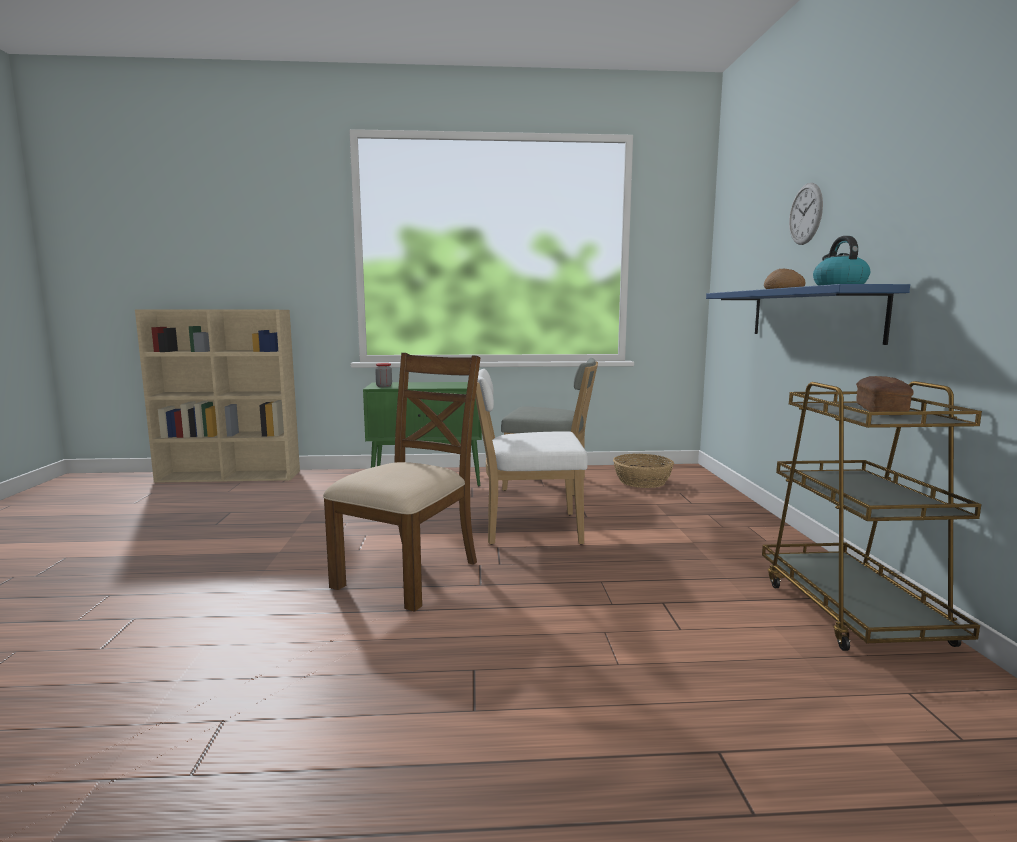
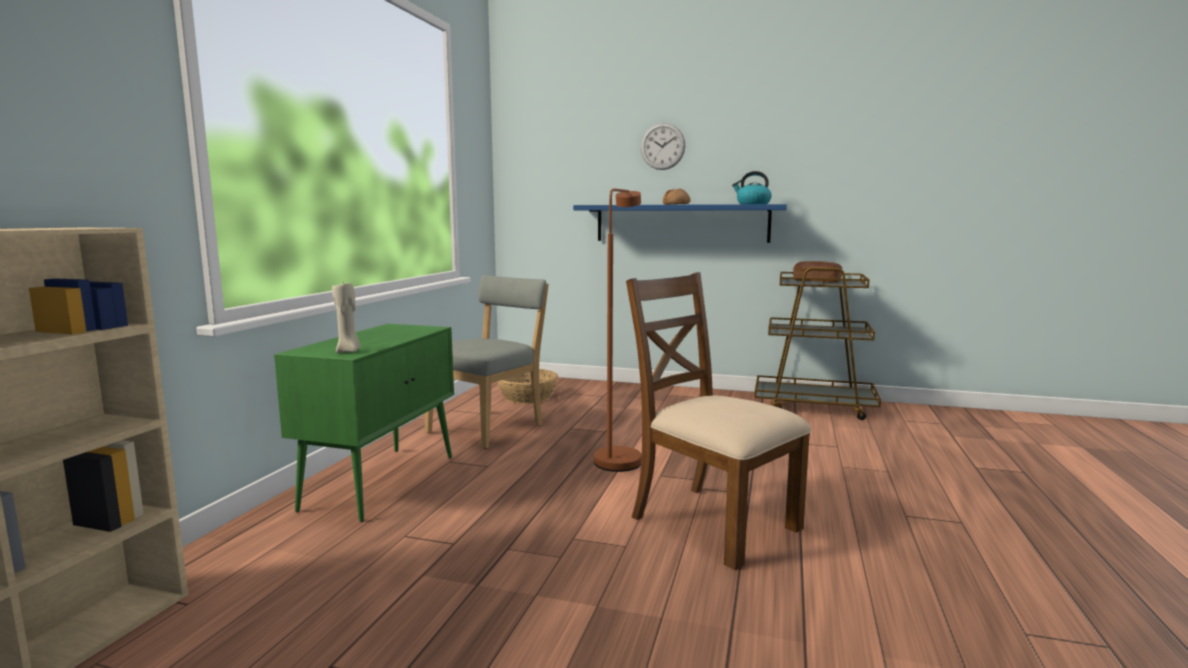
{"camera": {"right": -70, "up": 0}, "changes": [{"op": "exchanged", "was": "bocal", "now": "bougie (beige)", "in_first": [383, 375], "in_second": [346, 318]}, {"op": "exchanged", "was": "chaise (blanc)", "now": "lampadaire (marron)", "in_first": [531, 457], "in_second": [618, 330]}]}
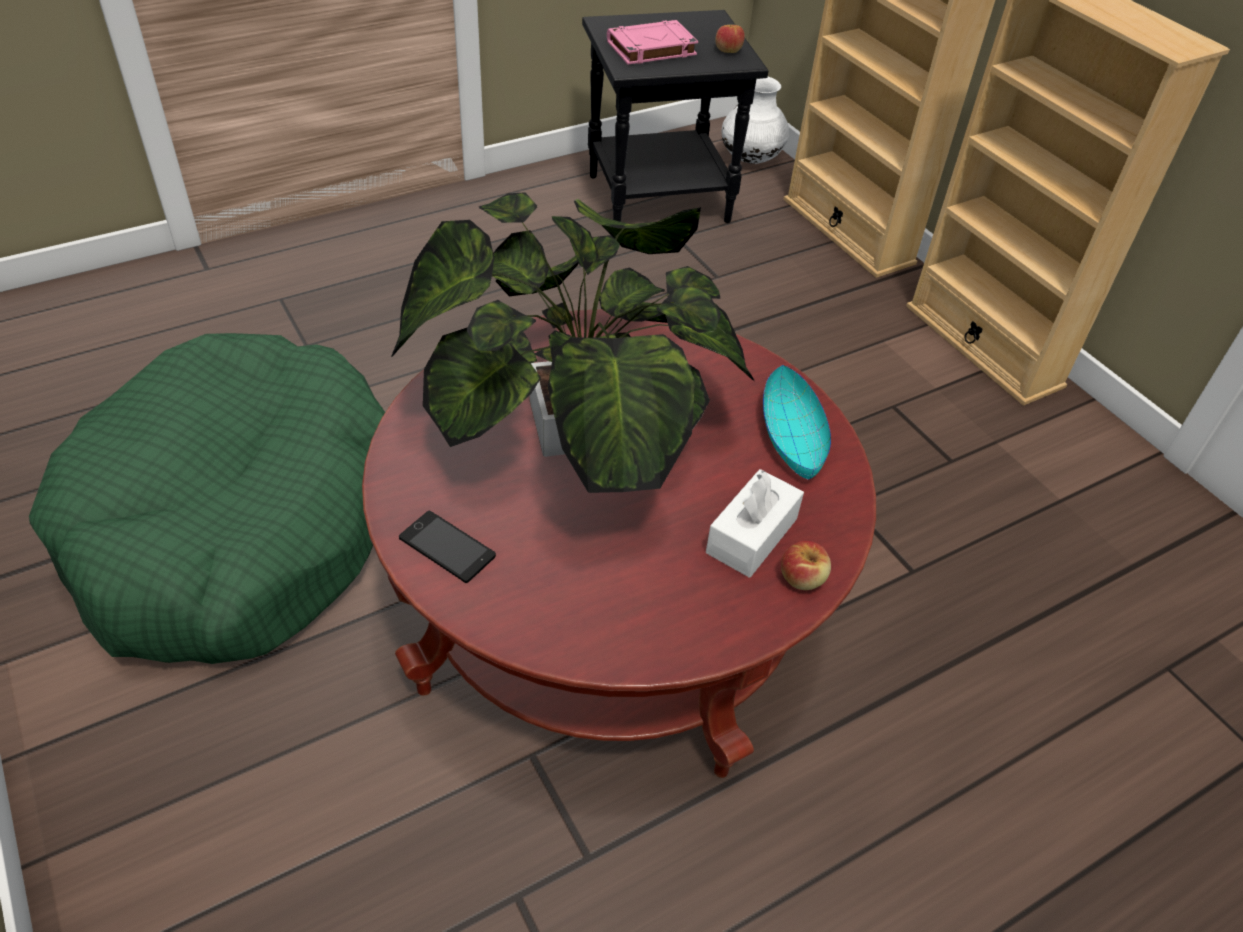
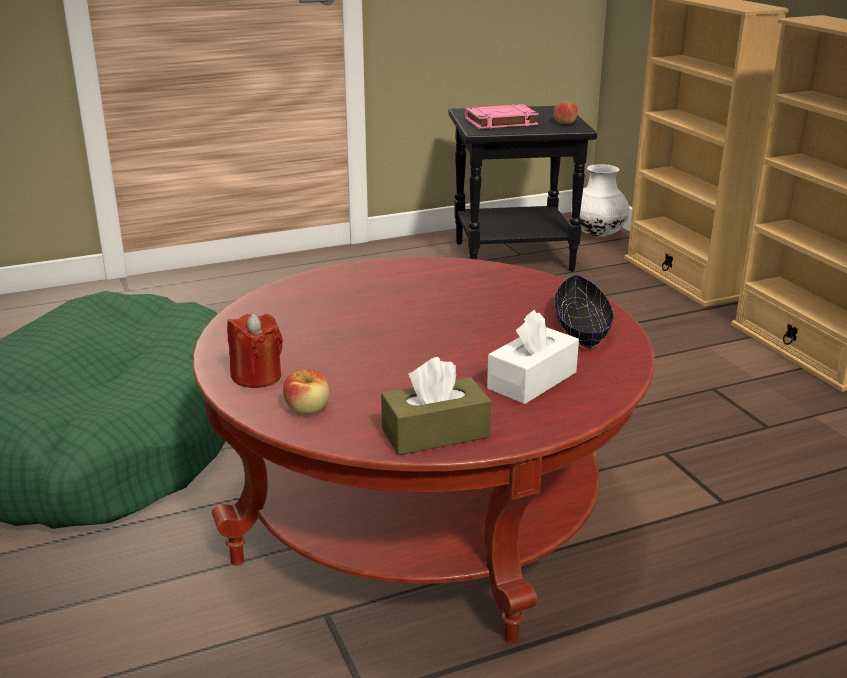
{"camera": {"right": 10, "up": -20}, "changes": [{"op": "missing", "was": "plante en pot", "in_first": [573, 342]}, {"op": "appeared", "now": "boîte à mouchoirs (marron)", "in_second": [436, 406]}, {"op": "relocated", "was": "pomme", "in_first": [806, 565], "in_second": [306, 392]}, {"op": "exchanged", "was": "téléphone", "now": "bougie (rouge)", "in_first": [447, 547], "in_second": [255, 350]}, {"op": "colour", "was": "bol (turquoise)", "now": "bol (noir)", "in_first": [797, 422], "in_second": [584, 312]}]}
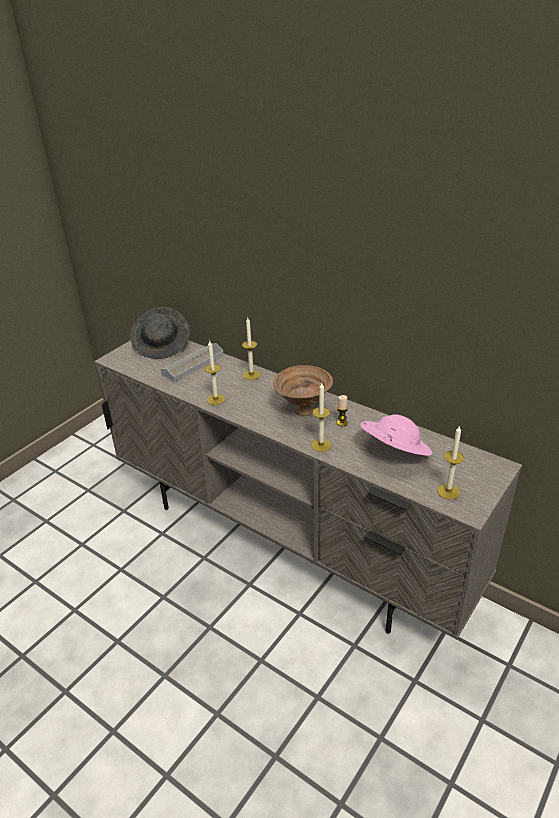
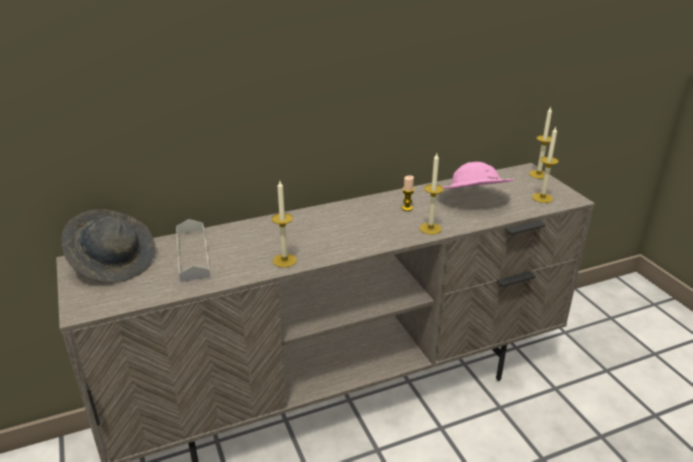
{"camera": {"right": -60, "up": -5}, "changes": [{"op": "missing", "was": "bol (marron)", "in_first": [303, 390]}, {"op": "relocated", "was": "bougie", "in_first": [251, 349], "in_second": [540, 142]}]}
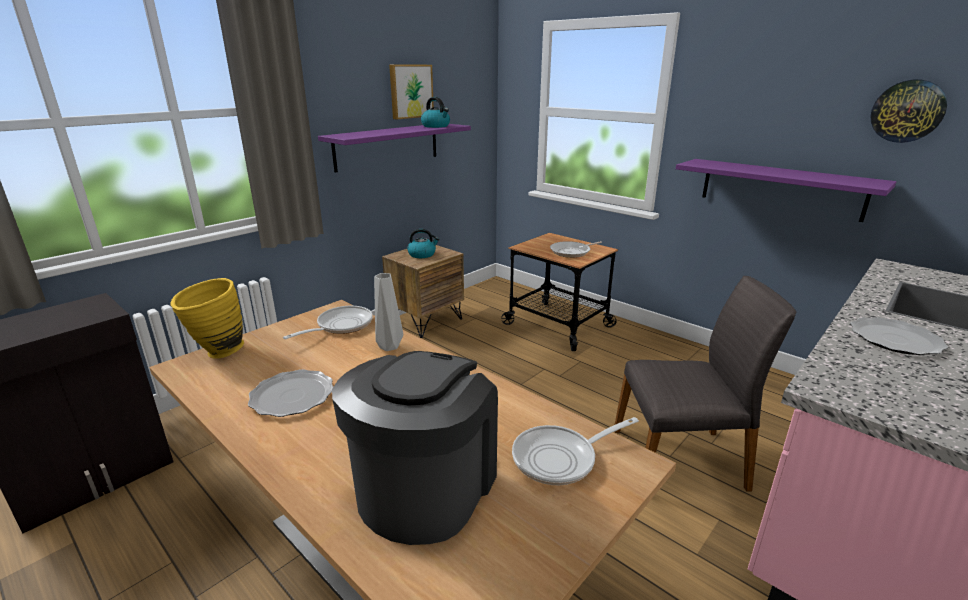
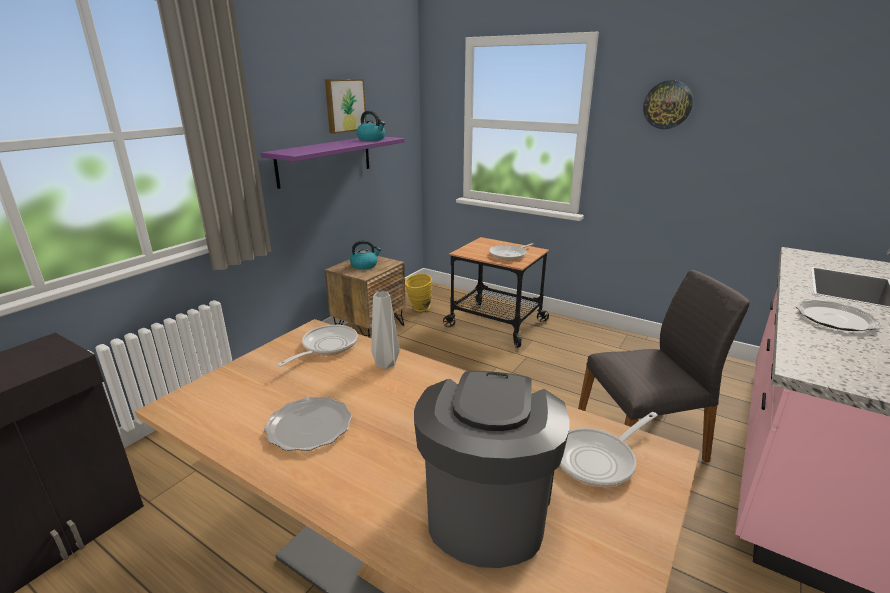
{"camera": {"right": -10, "up": 0}, "changes": [{"op": "missing", "was": "étagère (violet)", "in_first": [786, 190]}, {"op": "relocated", "was": "vase (jaune)", "in_first": [207, 318], "in_second": [418, 293]}, {"op": "relocated", "was": "horloge murale", "in_first": [908, 111], "in_second": [668, 104]}]}
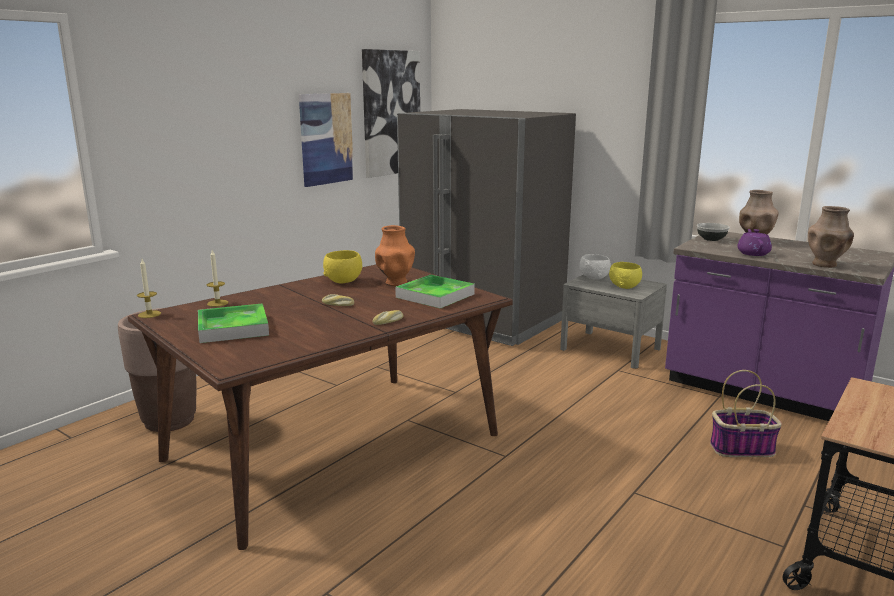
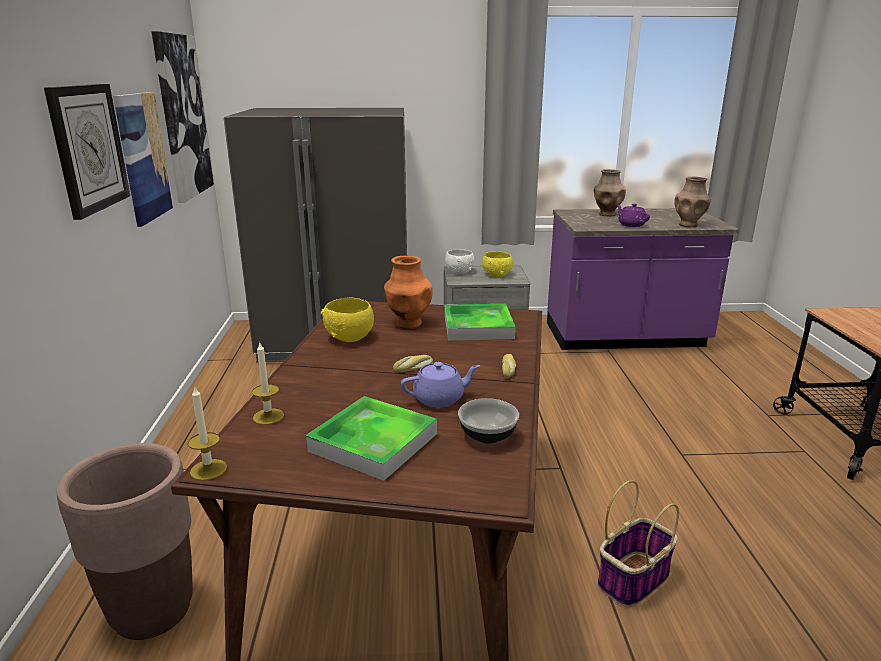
{"camera": {"right": -40, "up": 5}, "changes": [{"op": "appeared", "now": "horloge murale", "in_second": [87, 152]}, {"op": "appeared", "now": "théière (violet)", "in_second": [440, 384]}, {"op": "relocated", "was": "bol", "in_first": [713, 232], "in_second": [488, 421]}, {"op": "relocated", "was": "panier", "in_first": [746, 413], "in_second": [638, 543]}]}
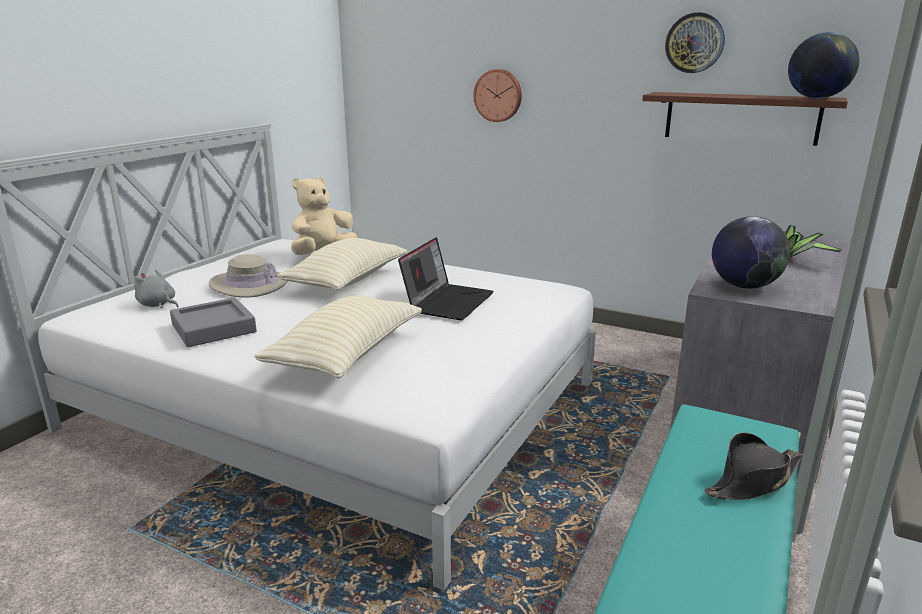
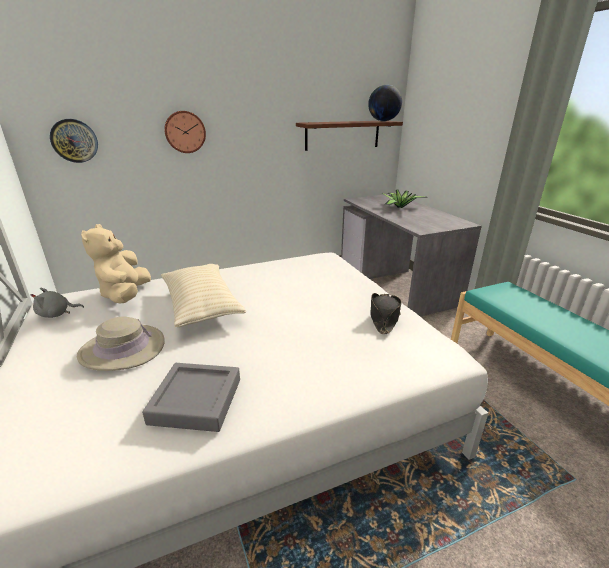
{"camera": {"right": -50, "up": 5}, "changes": [{"op": "missing", "was": "coussin (beige)", "in_first": [338, 337]}, {"op": "missing", "was": "ordinateur portable", "in_first": [446, 278]}, {"op": "missing", "was": "globe", "in_first": [751, 252]}, {"op": "relocated", "was": "peluche (gris)", "in_first": [156, 289], "in_second": [57, 303]}, {"op": "relocated", "was": "horloge murale", "in_first": [695, 42], "in_second": [74, 141]}, {"op": "relocated", "was": "chapeau (noir)", "in_first": [754, 466], "in_second": [385, 313]}]}
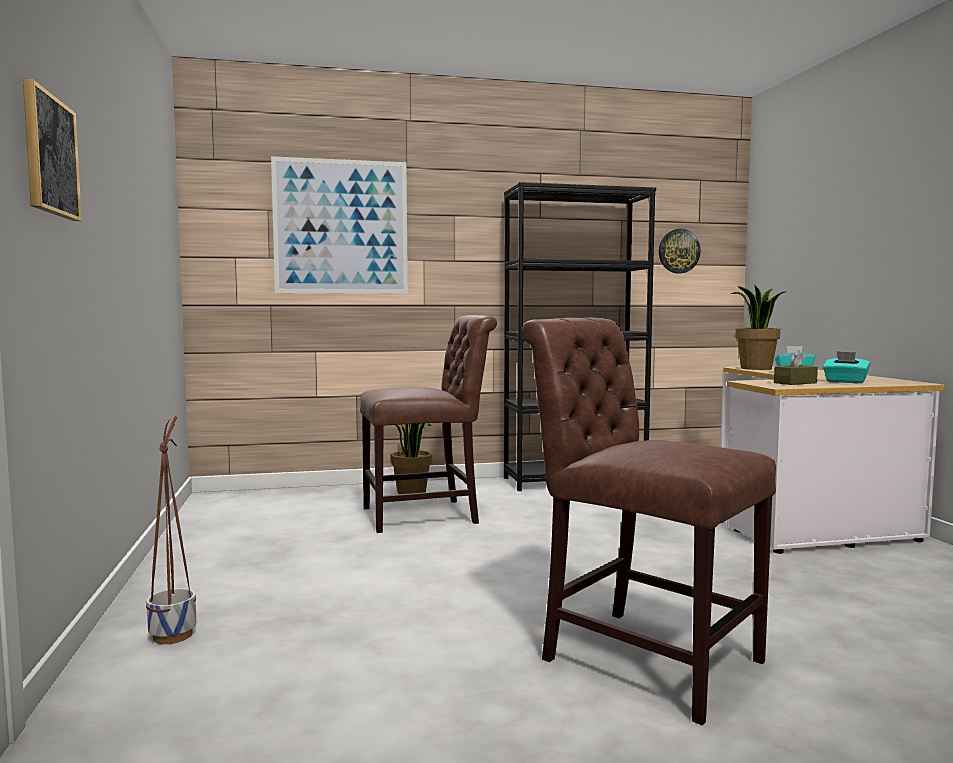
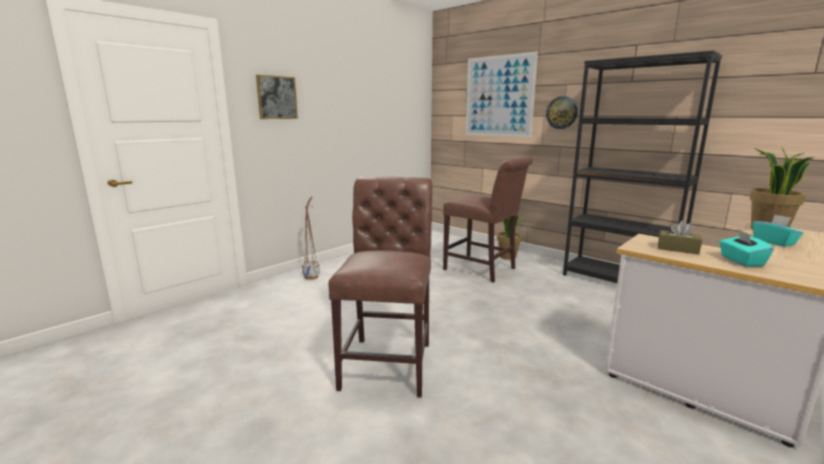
{"camera": {"right": 55, "up": 10}, "changes": [{"op": "relocated", "was": "horloge murale", "in_first": [680, 251], "in_second": [562, 112]}]}
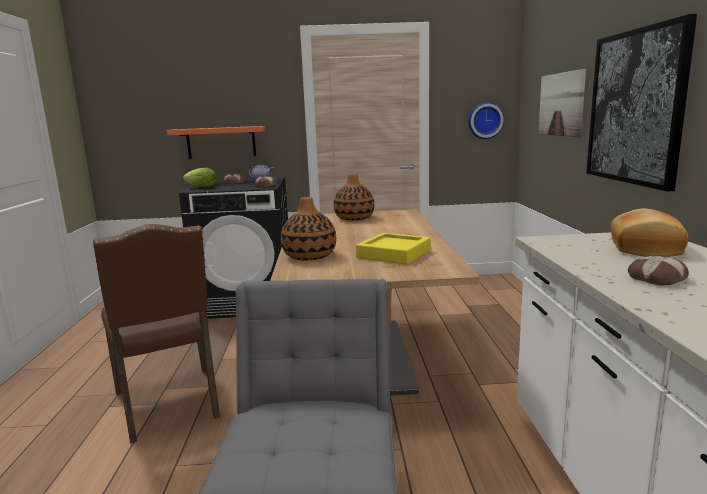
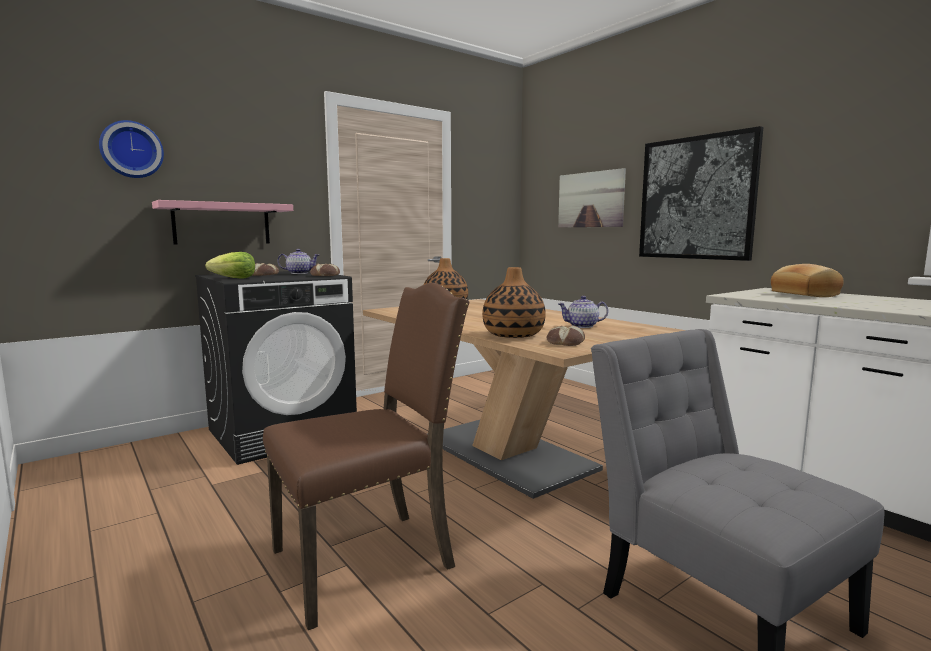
{"camera": {"right": -35, "up": -5}, "changes": [{"op": "relocated", "was": "horloge murale", "in_first": [486, 120], "in_second": [131, 149]}, {"op": "relocated", "was": "pain", "in_first": [658, 270], "in_second": [565, 336]}, {"op": "exchanged", "was": "plateau (jaune)", "now": "théière", "in_first": [393, 248], "in_second": [583, 312]}, {"op": "colour", "was": "étagère (orange)", "now": "étagère (rose)", "in_first": [215, 142], "in_second": [222, 222]}, {"op": "spun", "was": "chaise (marron)", "in_first": [156, 334], "in_second": [366, 456], "clockwise": -60}]}
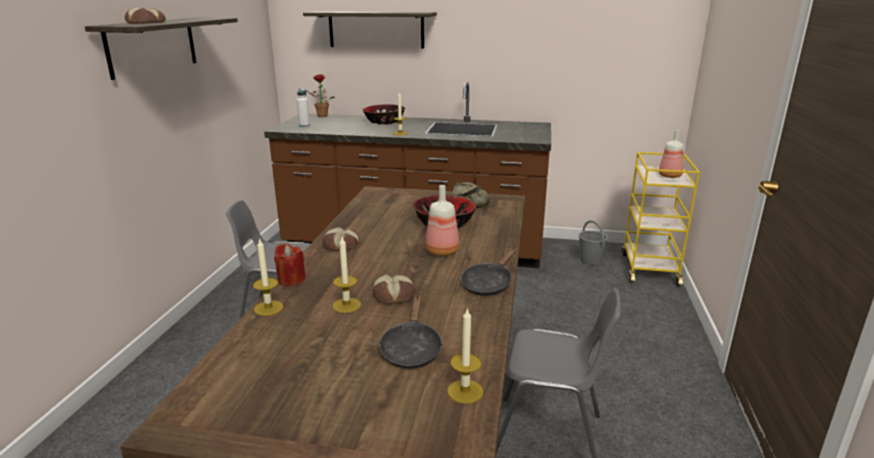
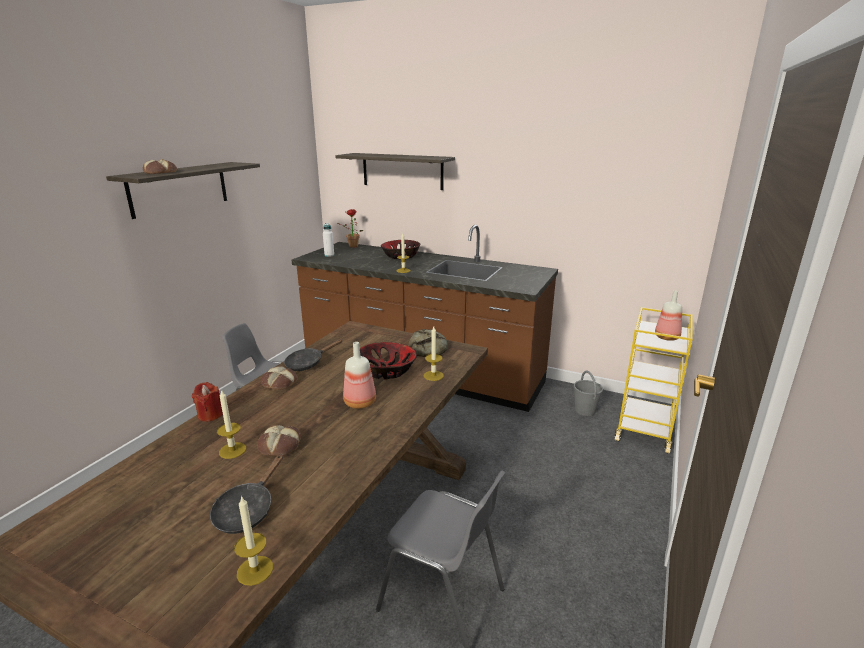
{"camera": {"right": 15, "up": 0}, "changes": [{"op": "relocated", "was": "bougie", "in_first": [268, 277], "in_second": [434, 353]}, {"op": "relocated", "was": "poêle (noir)", "in_first": [489, 271], "in_second": [313, 355]}]}
